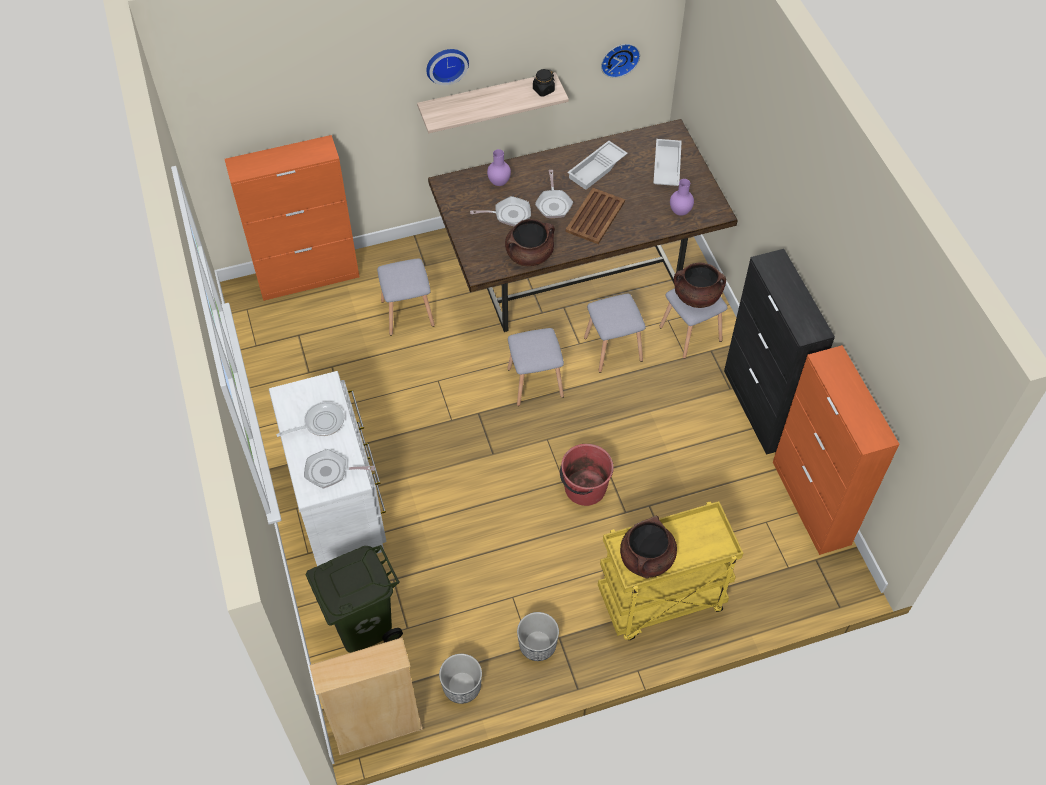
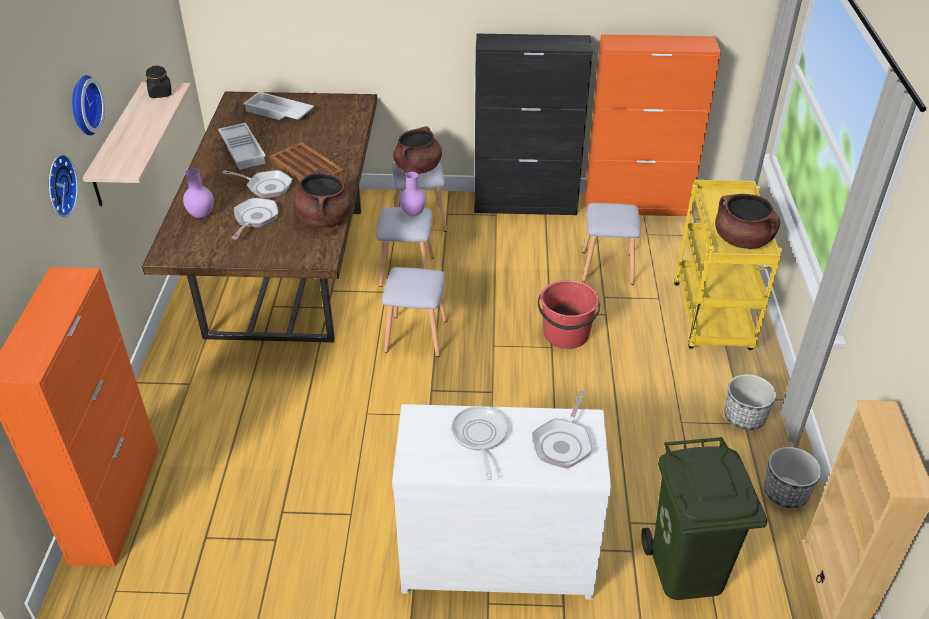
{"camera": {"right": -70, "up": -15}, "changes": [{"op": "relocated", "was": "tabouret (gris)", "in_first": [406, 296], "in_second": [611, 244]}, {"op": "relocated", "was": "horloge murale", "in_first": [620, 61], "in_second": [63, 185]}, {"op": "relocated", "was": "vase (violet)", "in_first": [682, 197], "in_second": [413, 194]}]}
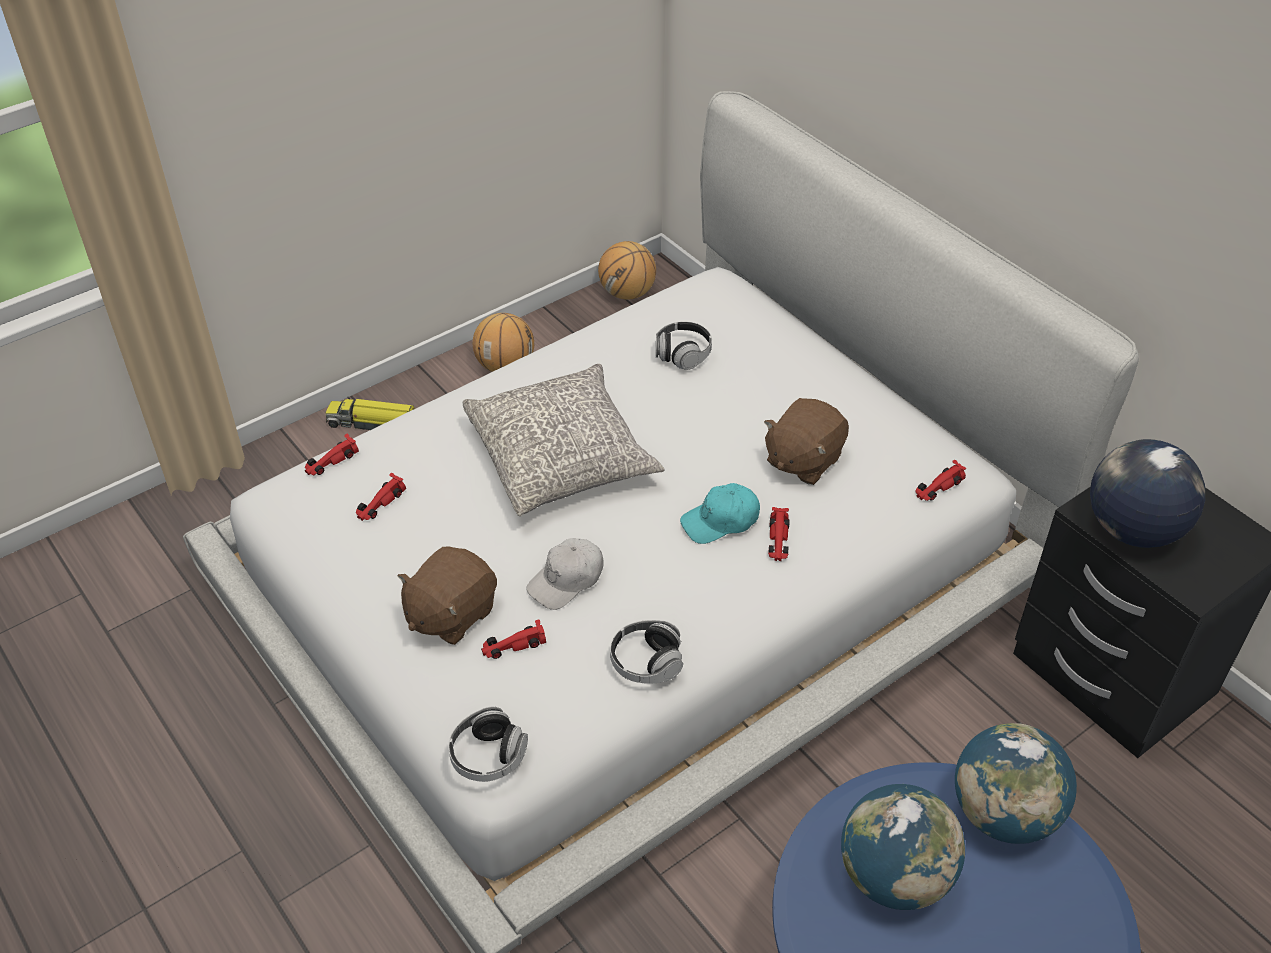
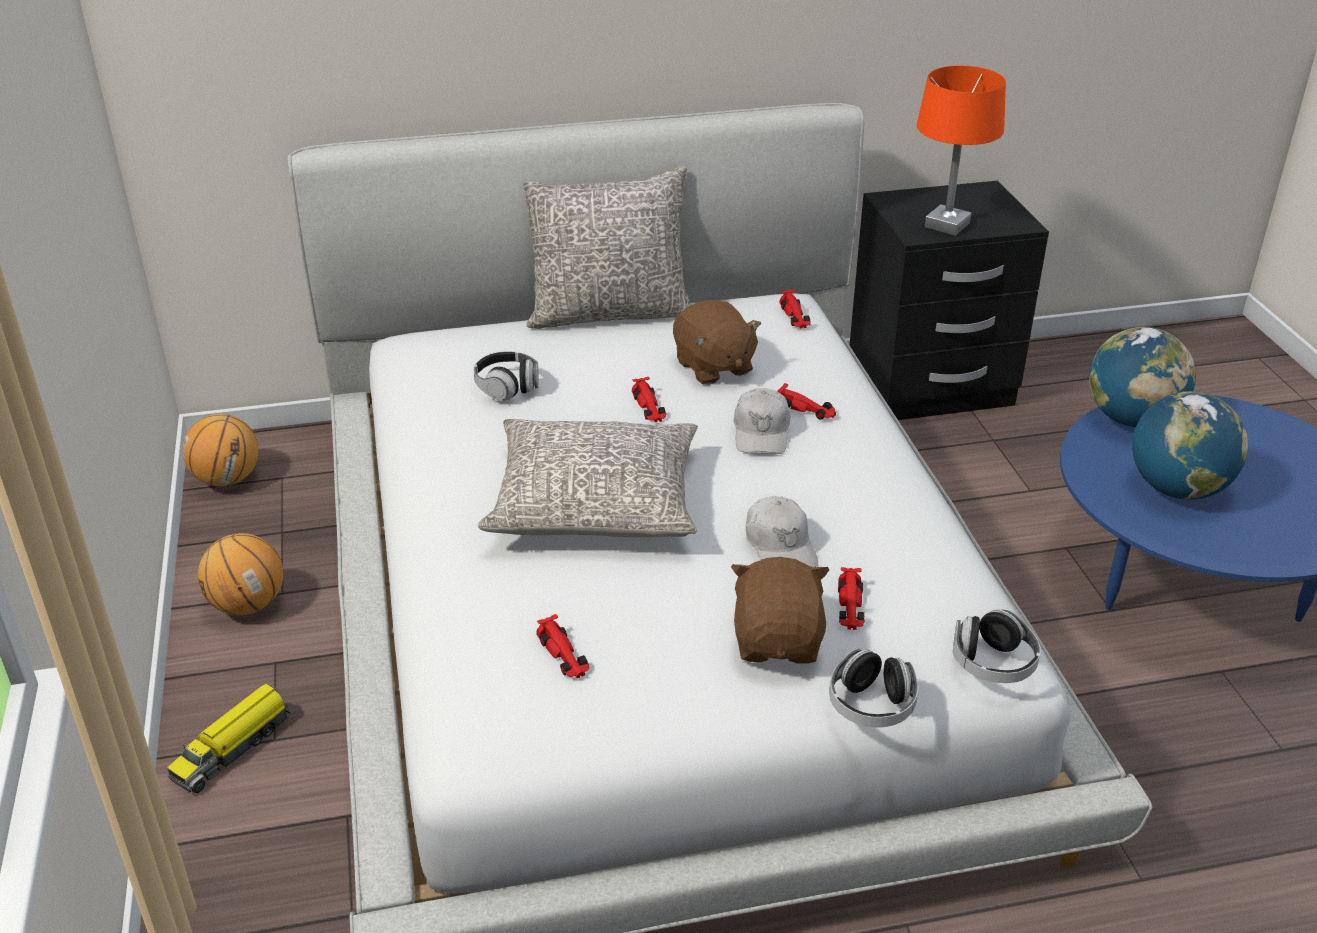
{"camera": {"right": -65, "up": -10}, "changes": [{"op": "appeared", "now": "coussin (gris)", "in_second": [607, 247]}, {"op": "relocated", "was": "petite voiture (rouge)", "in_first": [332, 454], "in_second": [649, 399]}, {"op": "relocated", "was": "casque audio", "in_first": [646, 652], "in_second": [873, 688]}, {"op": "exchanged", "was": "globe", "now": "lampe de table (orange)", "in_first": [1147, 493], "in_second": [961, 150]}, {"op": "colour", "was": "casquette (turquoise)", "now": "casquette (blanc)", "in_first": [720, 513], "in_second": [762, 421]}, {"op": "spun", "was": "peluche (marron)", "in_first": [447, 595], "in_second": [780, 610], "clockwise": -150}]}
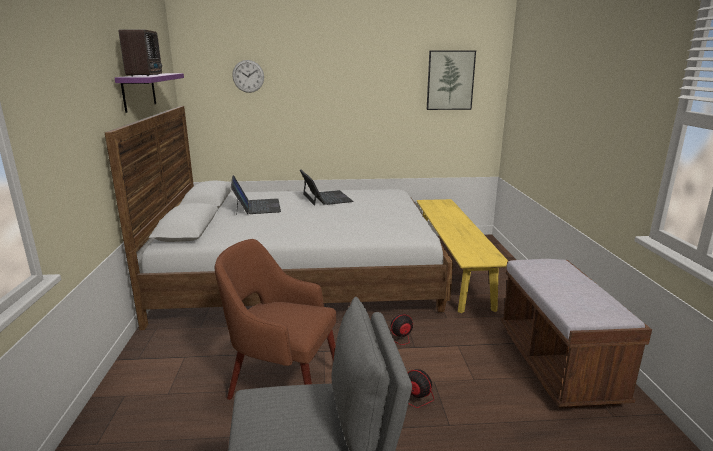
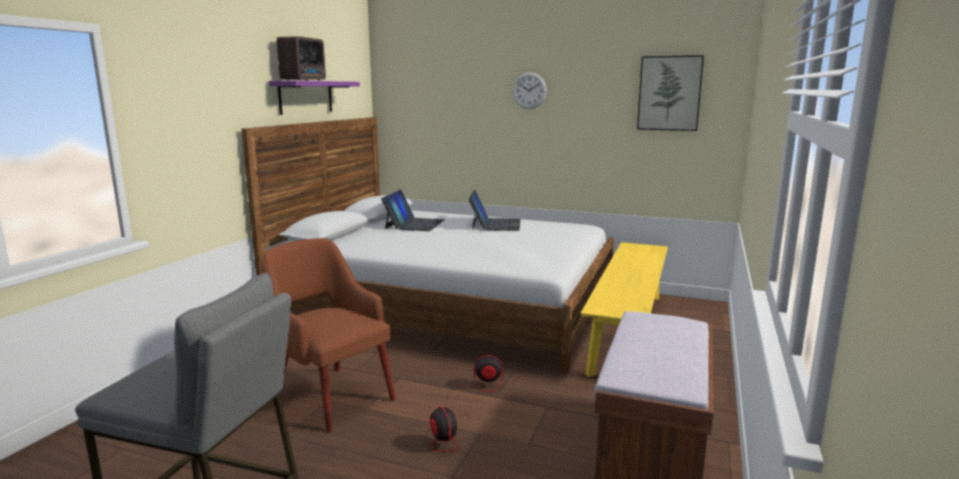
{"camera": {"right": 25, "up": -5}, "changes": [{"op": "relocated", "was": "horloge murale", "in_first": [248, 76], "in_second": [529, 90]}]}
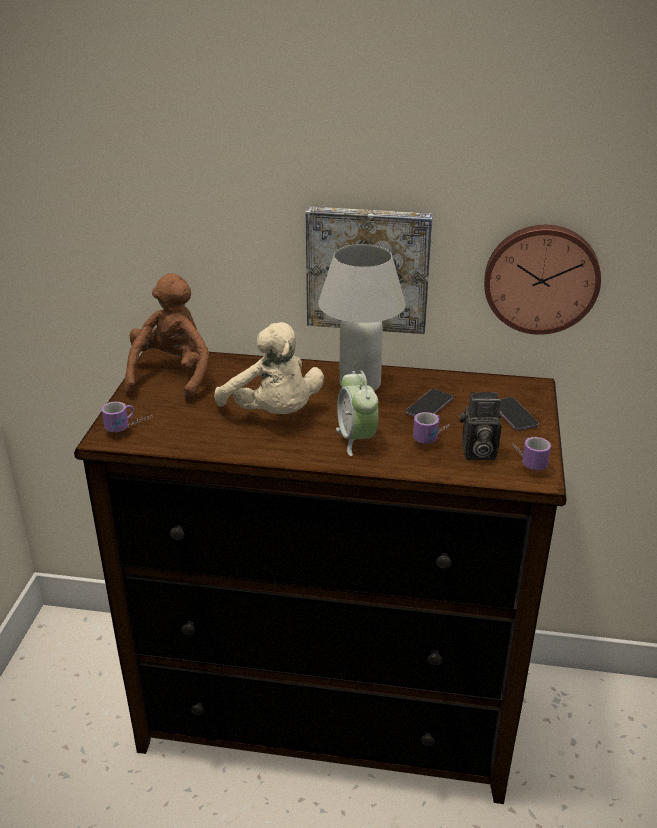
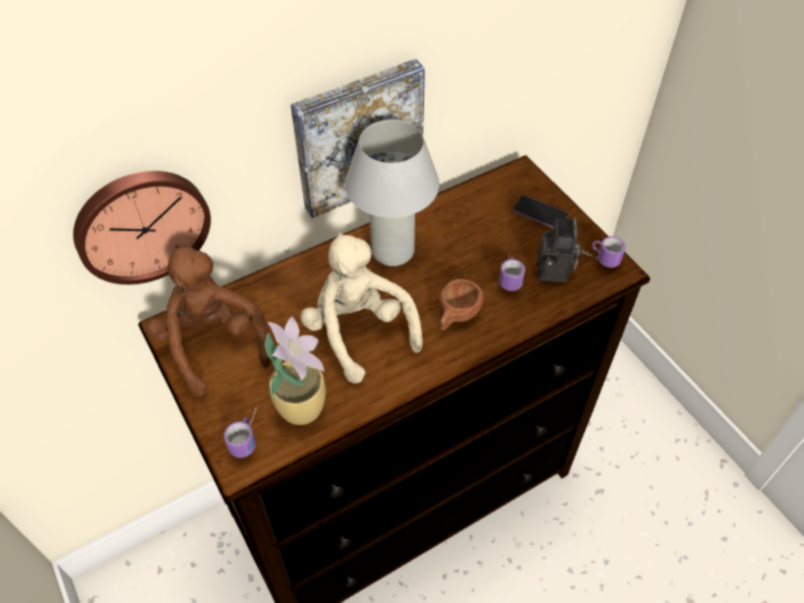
{"camera": {"right": -40, "up": 20}, "changes": [{"op": "missing", "was": "téléphone", "in_first": [429, 403]}, {"op": "appeared", "now": "plante en pot", "in_second": [295, 370]}, {"op": "relocated", "was": "horloge murale", "in_first": [542, 280], "in_second": [142, 228]}, {"op": "exchanged", "was": "réveil", "now": "tasse (marron)", "in_first": [357, 413], "in_second": [461, 305]}, {"op": "spun", "was": "peluche (beige)", "in_first": [269, 368], "in_second": [361, 308], "clockwise": -135}, {"op": "spun", "was": "appareil photo", "in_first": [480, 426], "in_second": [559, 250], "clockwise": -45}]}
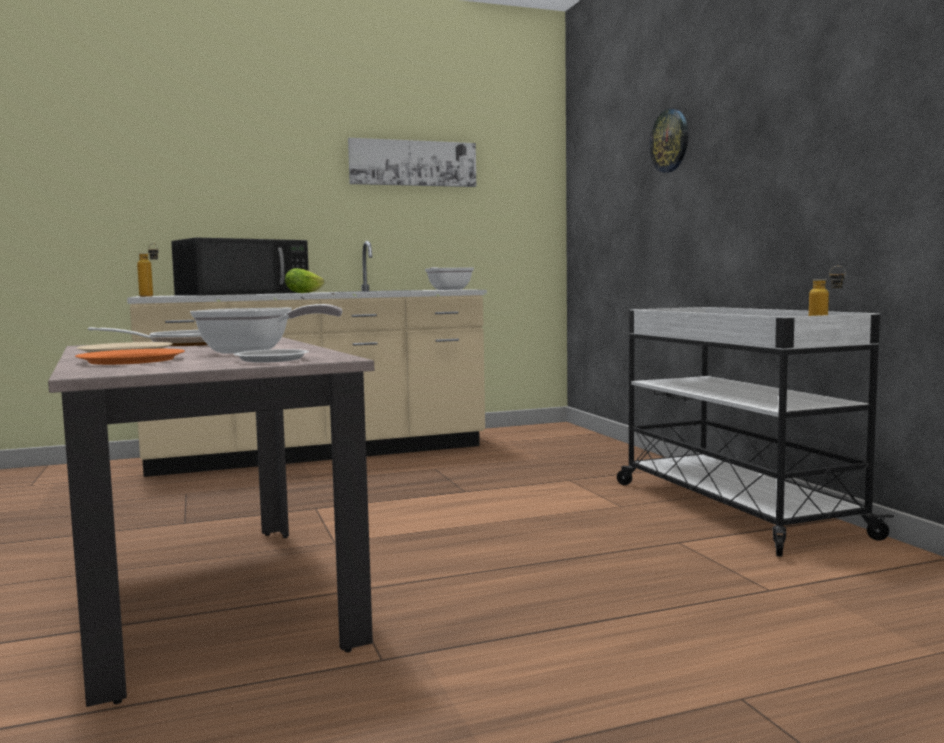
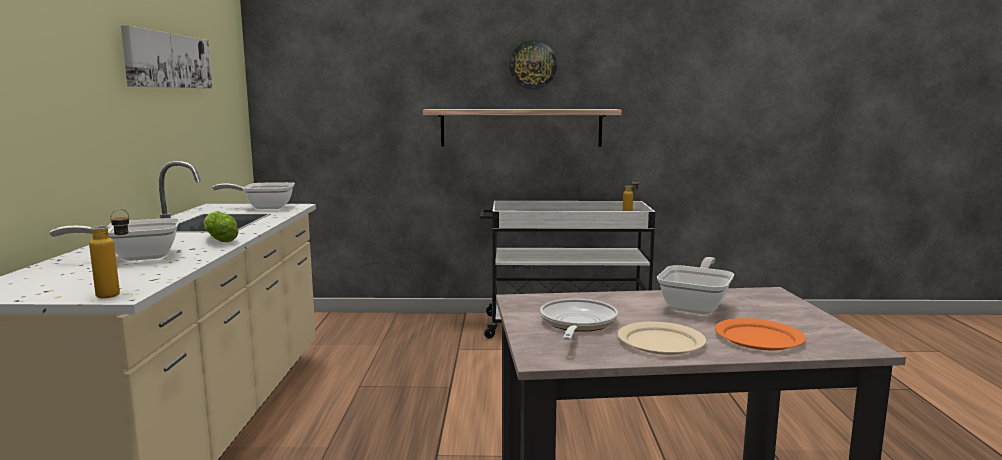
{"camera": {"right": -70, "up": 5}, "changes": [{"op": "missing", "was": "assiette (blanc)", "in_first": [271, 356]}, {"op": "appeared", "now": "étagère", "in_second": [522, 128]}, {"op": "relocated", "was": "horloge murale", "in_first": [669, 141], "in_second": [533, 65]}, {"op": "exchanged", "was": "micro-ondes (noir)", "now": "poêle", "in_first": [240, 266], "in_second": [115, 239]}]}
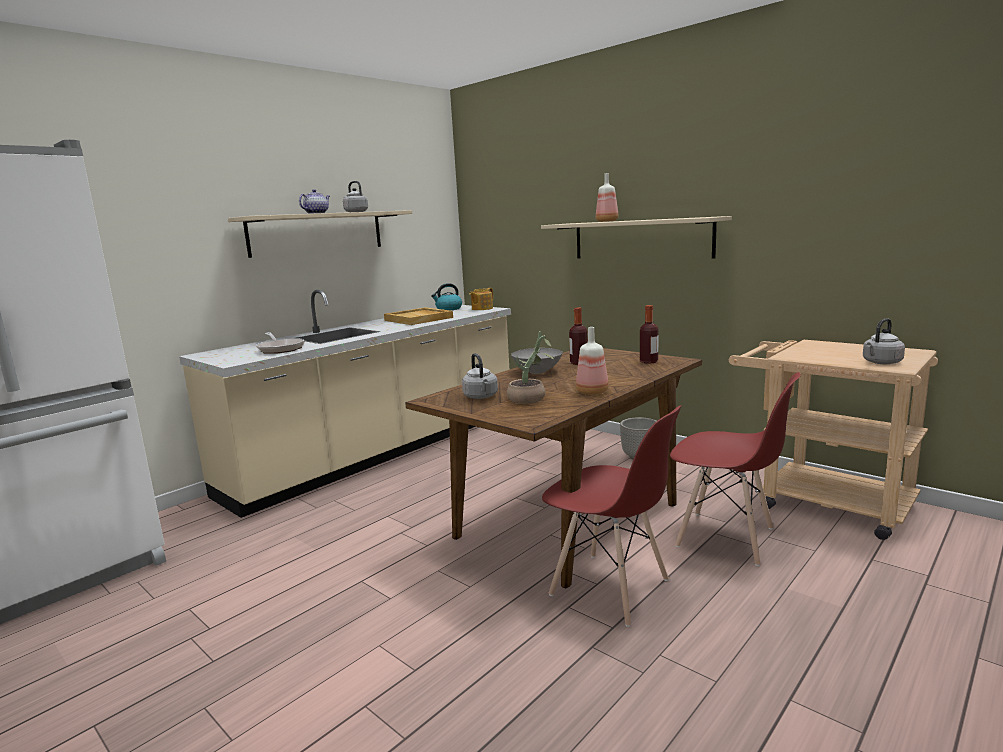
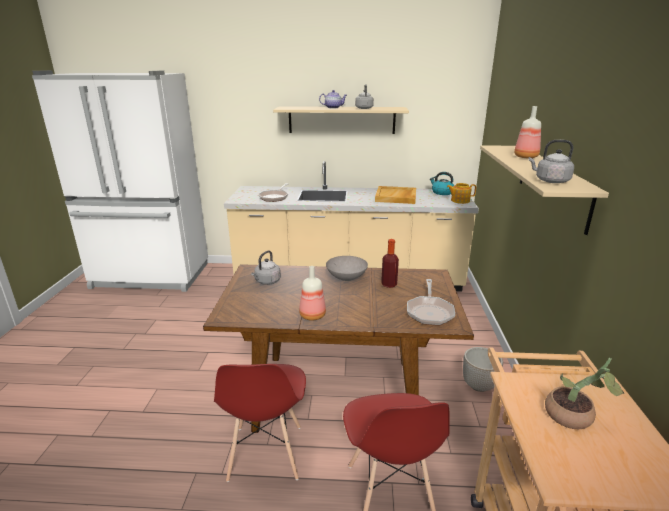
{"camera": {"right": 50, "up": 10}, "changes": [{"op": "relocated", "was": "plante en pot", "in_first": [530, 367], "in_second": [585, 393]}, {"op": "relocated", "was": "bouilloire (gris)", "in_first": [884, 341], "in_second": [551, 161]}, {"op": "exchanged", "was": "bouteille", "now": "poêle", "in_first": [649, 334], "in_second": [431, 302]}]}
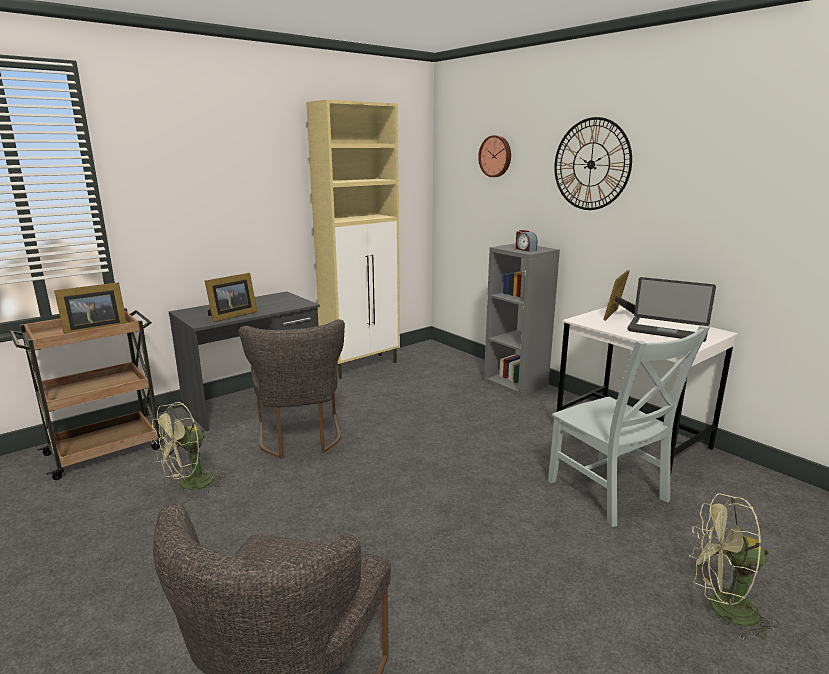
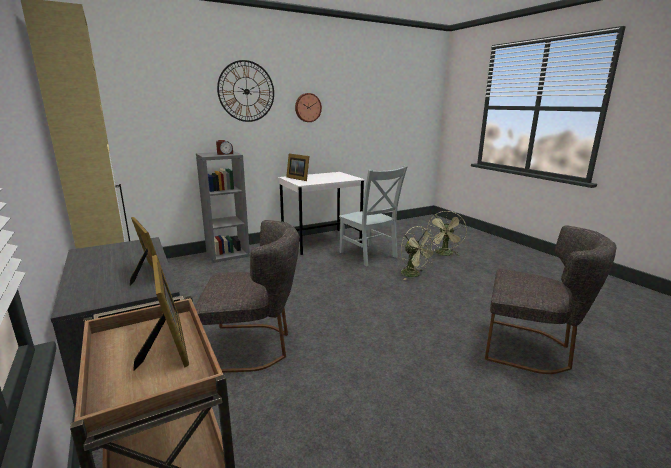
{"camera": {"right": -80, "up": 0}, "changes": [{"op": "missing", "was": "ordinateur portable", "in_first": [672, 309]}, {"op": "relocated", "was": "ventilateur (vert)", "in_first": [188, 448], "in_second": [419, 253]}, {"op": "relocated", "was": "horloge murale", "in_first": [494, 156], "in_second": [308, 107]}, {"op": "spun", "was": "chaise (gris)", "in_first": [629, 426], "in_second": [373, 216], "clockwise": 75}]}
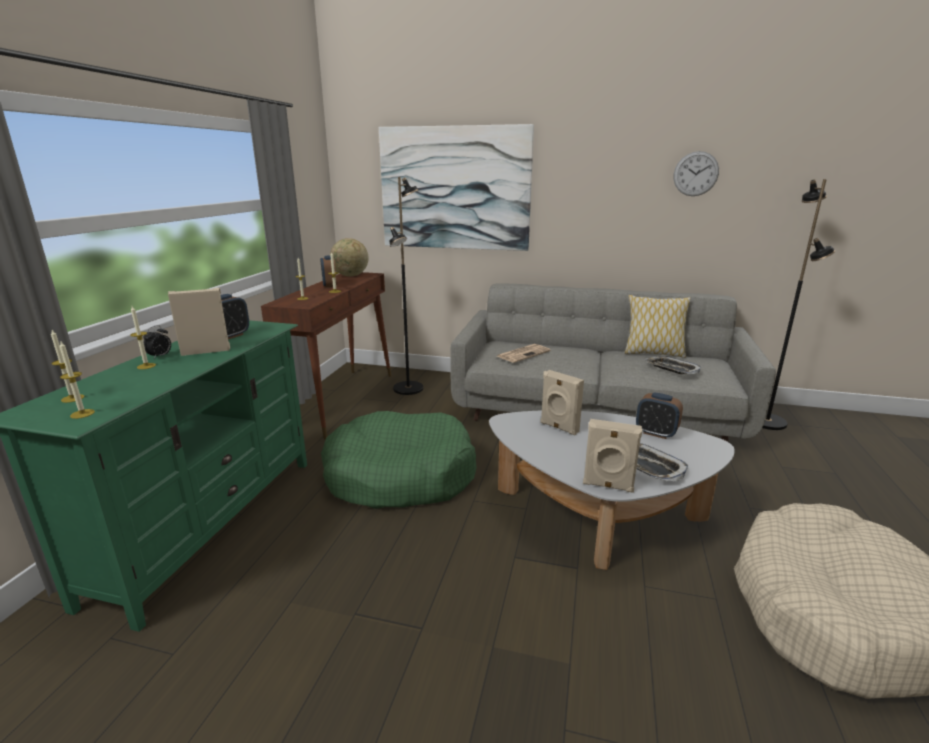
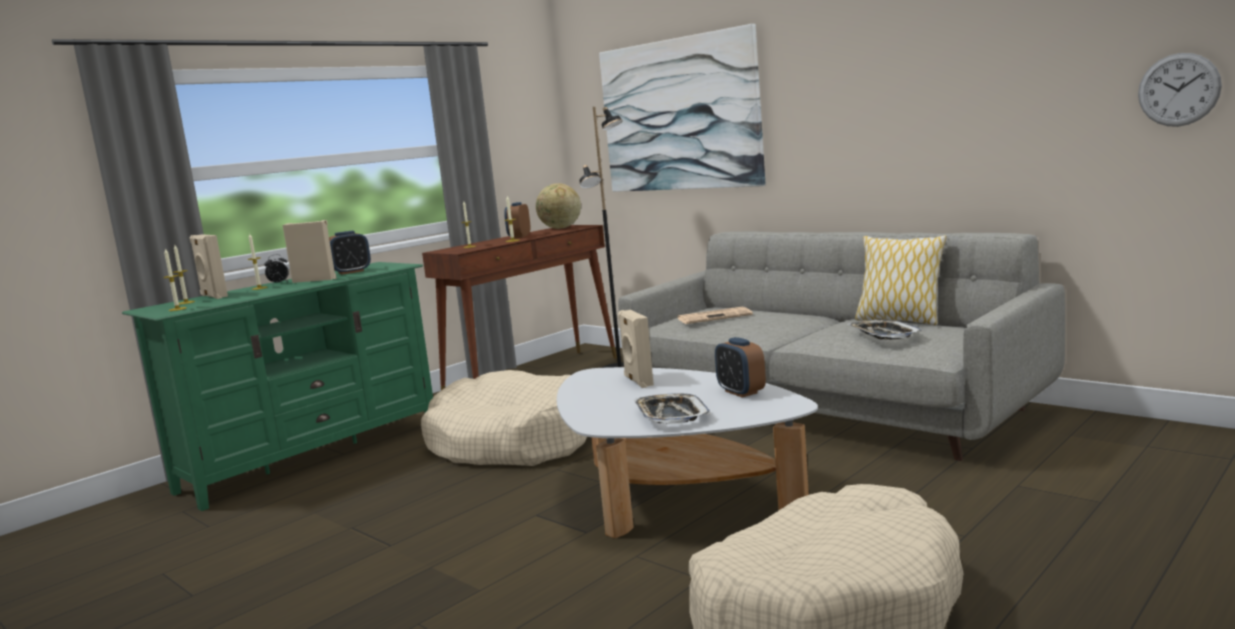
{"camera": {"right": 30, "up": -10}, "changes": [{"op": "missing", "was": "lampadaire (noir)", "in_first": [799, 304]}, {"op": "relocated", "was": "enceinte (beige)", "in_first": [612, 456], "in_second": [209, 266]}, {"op": "relocated", "was": "horloge murale", "in_first": [696, 173], "in_second": [1180, 90]}, {"op": "colour", "was": "panier pour chien (vert)", "now": "panier pour chien (beige)", "in_first": [399, 460], "in_second": [504, 418]}]}
